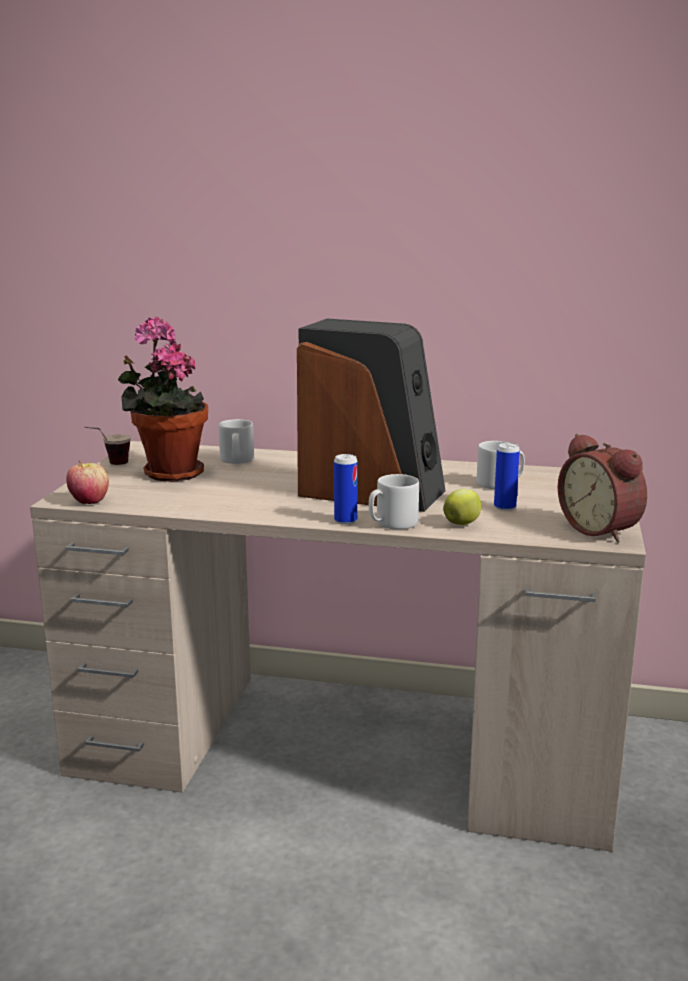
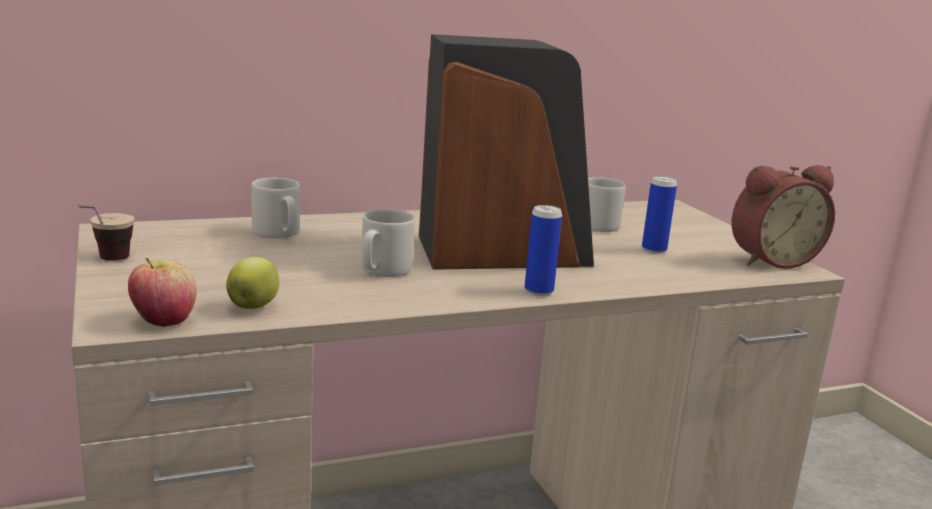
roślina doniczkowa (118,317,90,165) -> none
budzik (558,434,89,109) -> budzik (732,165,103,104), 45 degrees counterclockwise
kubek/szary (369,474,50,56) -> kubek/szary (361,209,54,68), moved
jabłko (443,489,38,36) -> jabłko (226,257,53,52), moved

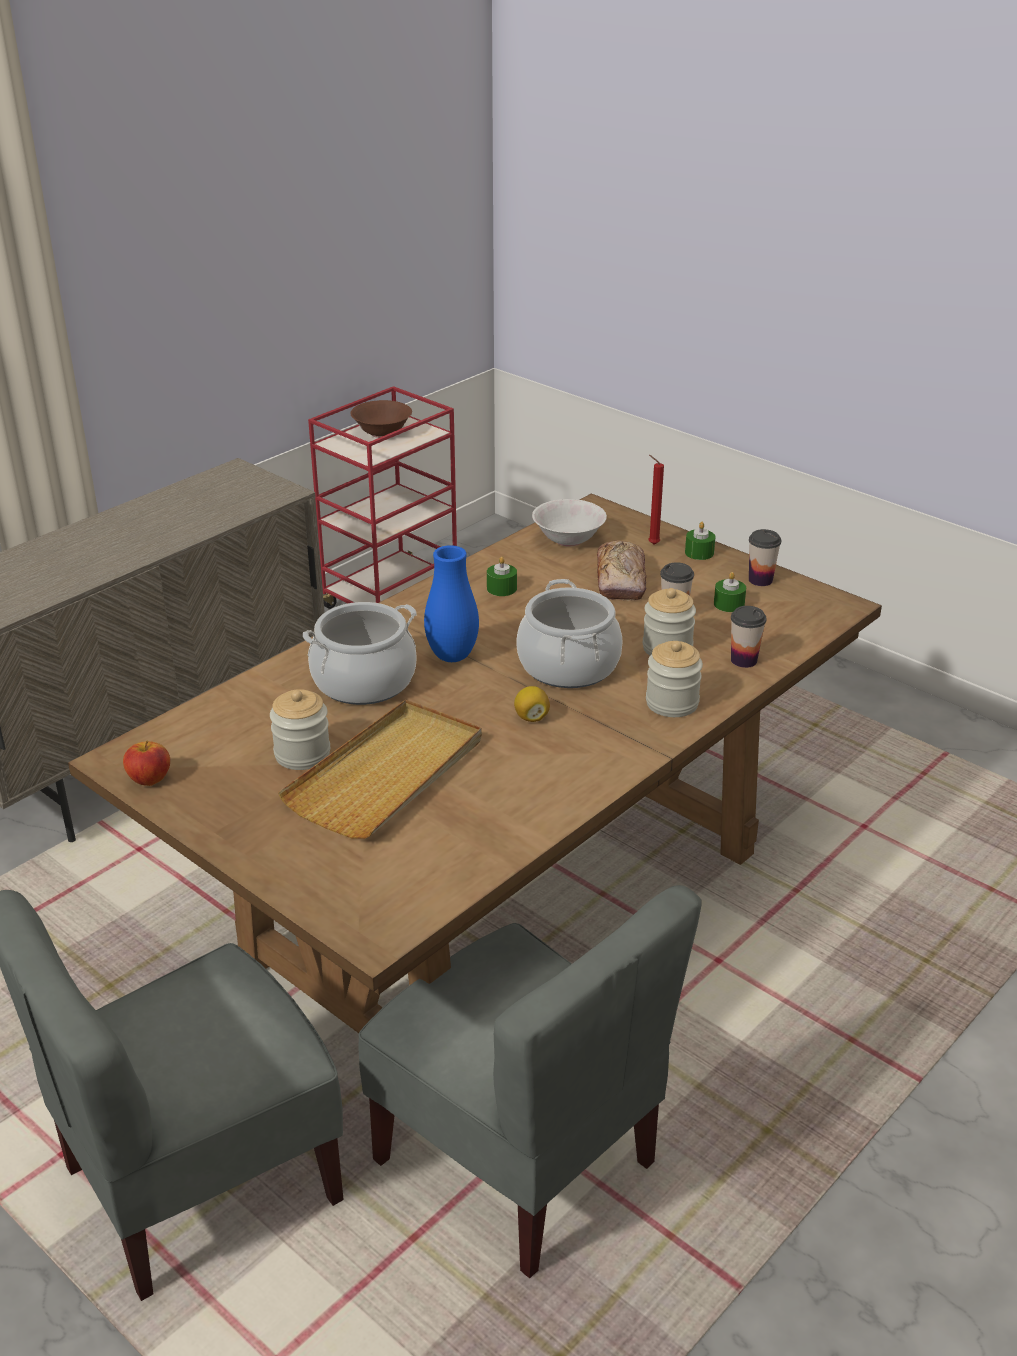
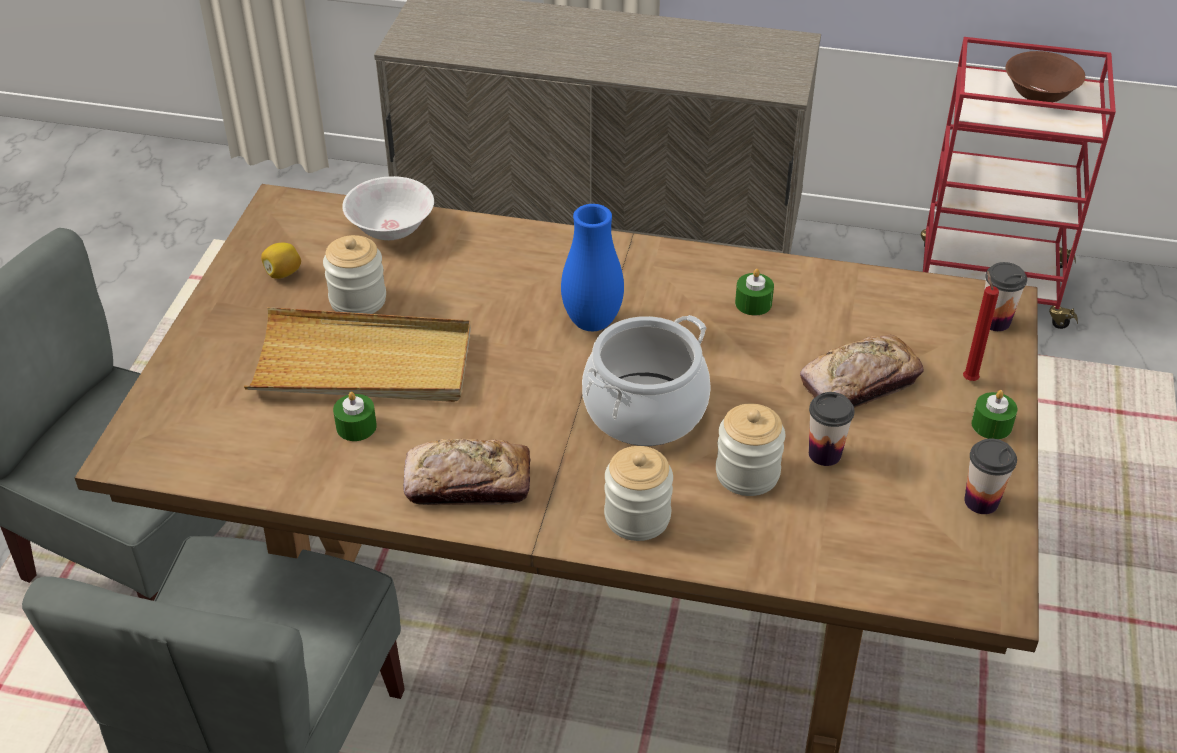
miska/biały (532,499,75,48) -> miska/biały (342,176,92,64), moved
świeca/zielony (714,572,32,40) -> świeca/zielony (333,392,44,49), moved
garnek (303,602,114,103) -> none
filiżanka (731,606,35,62) -> filiżanka (985,262,42,69), moved
cytryna (514,686,36,36) -> cytryna (261,243,40,36), moved
jabłko (123,741,47,45) -> none
none -> chleb (403,439,127,66)

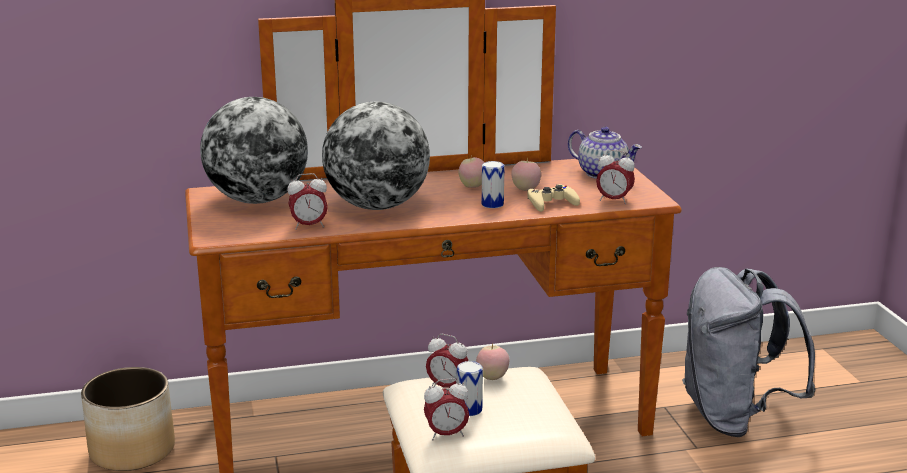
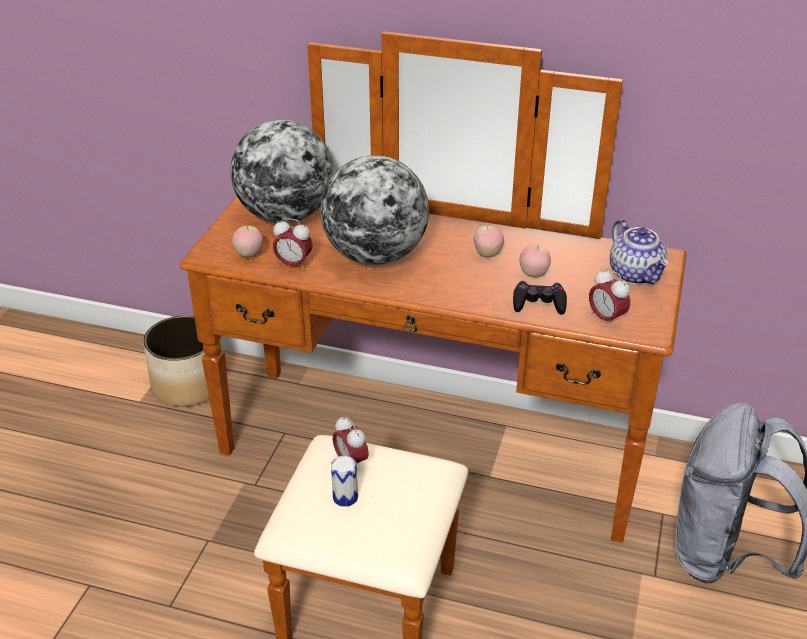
puszka (482,161,22,47) -> none
pad do gier/beżowy (528,184,52,28) -> pad do gier/czarny (513,281,54,34)
jabłko (476,344,33,36) -> jabłko (232,225,31,32), moved
budzik (424,378,45,62) -> none

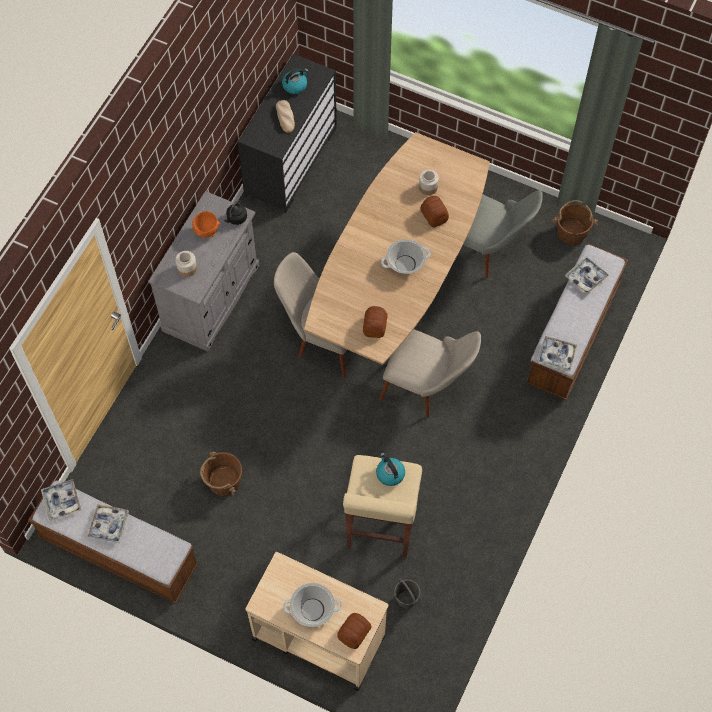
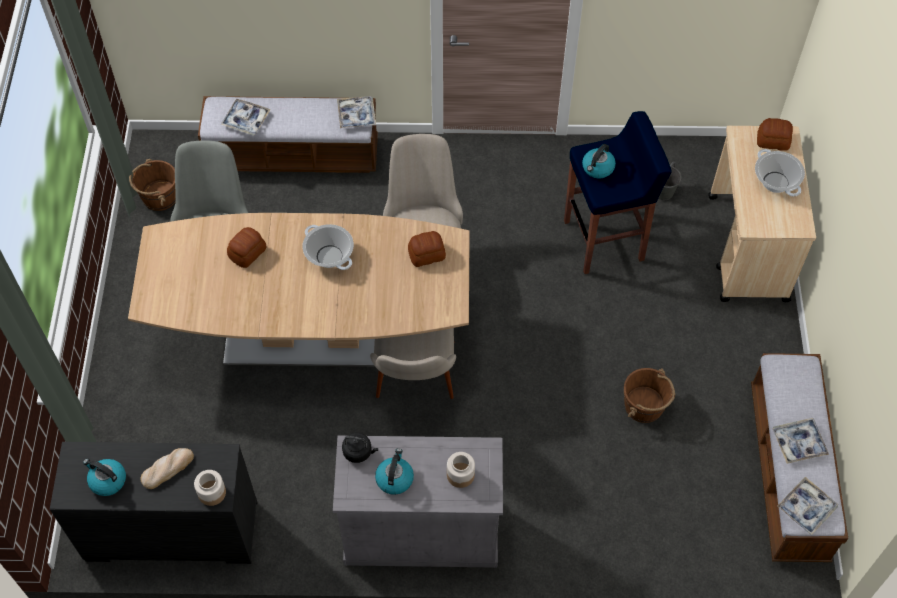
słoik (419,170,20,25) -> słoik (194,470,32,36), moved
miska/pomarańczowy (192,211,28,27) -> czajnik (375,448,39,47)
stołek/beżowy (343,455,79,102) -> stołek/niebieski (564,111,108,163)

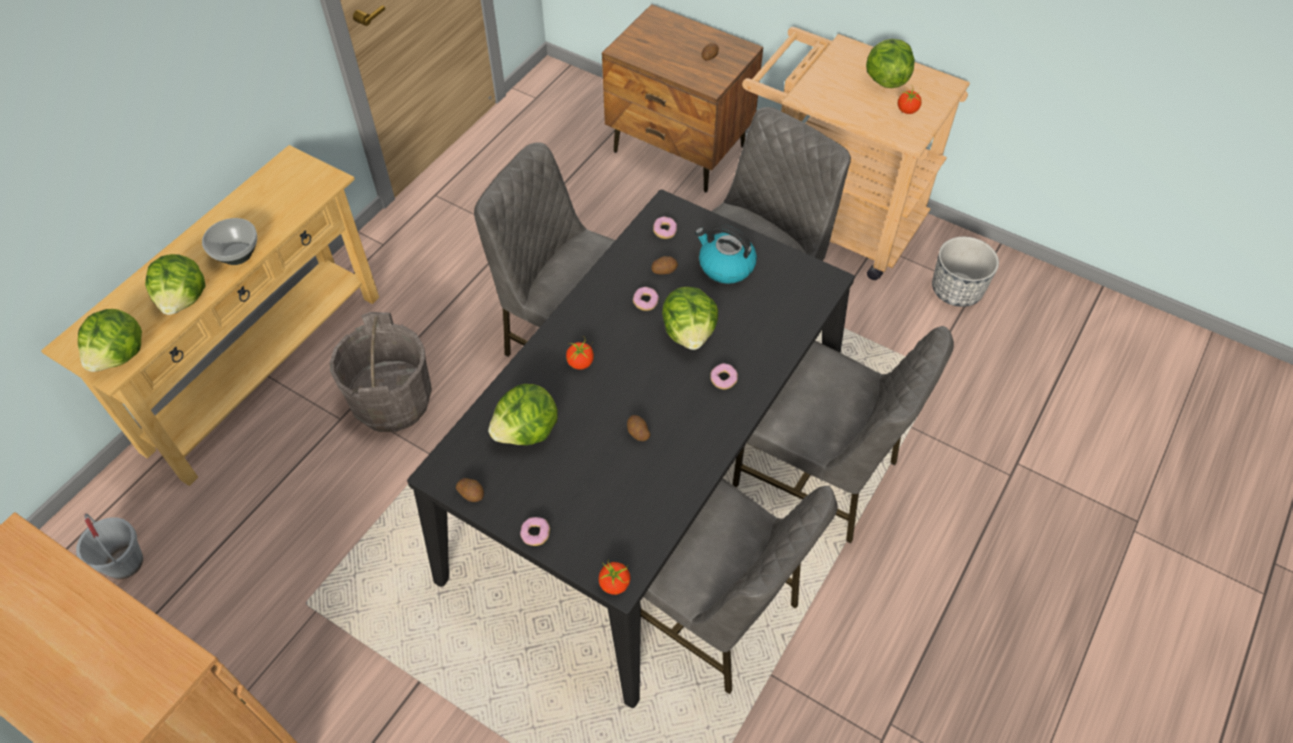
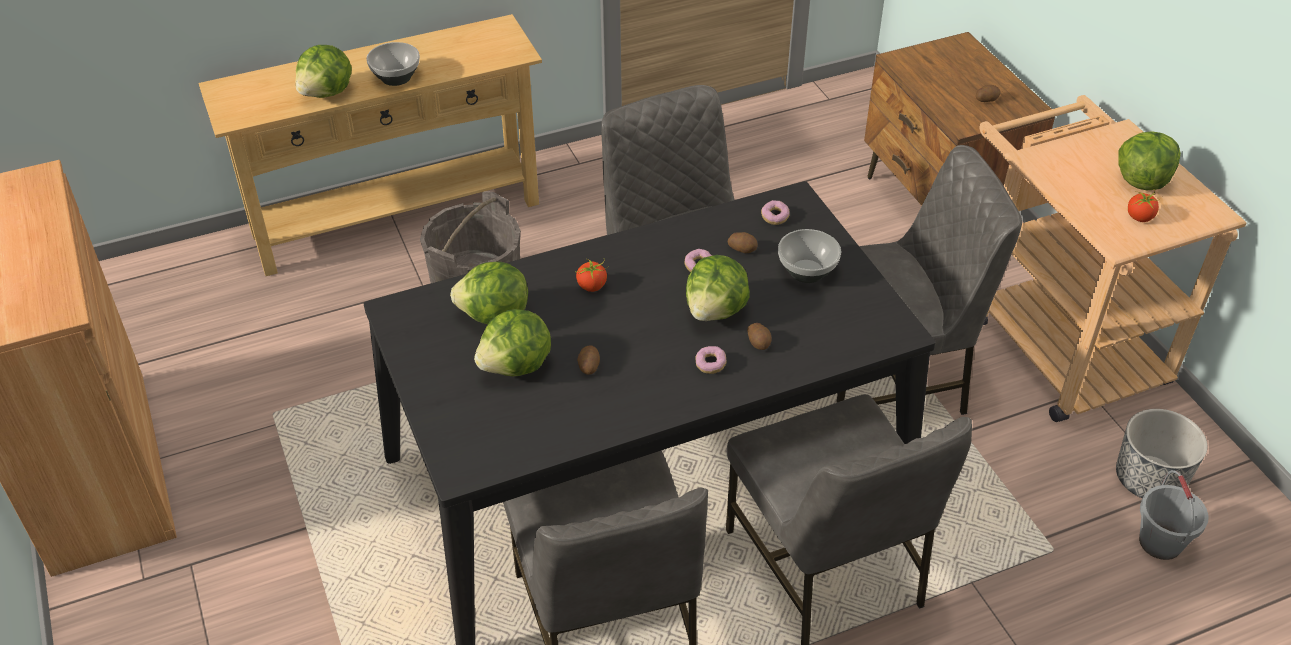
czajnik (695,224,62,60) -> miska (778,229,63,54)
sałata (78,309,64,63) -> sałata (474,309,77,67), moved
ziemniak (456,478,28,24) -> ziemniak (747,323,25,27), moved
wiadro/szary (76,513,67,66) -> wiadro/szary (1139,470,70,90), moved
donut (520,517,30,29) -> none
pomidor (599,560,31,35) -> none

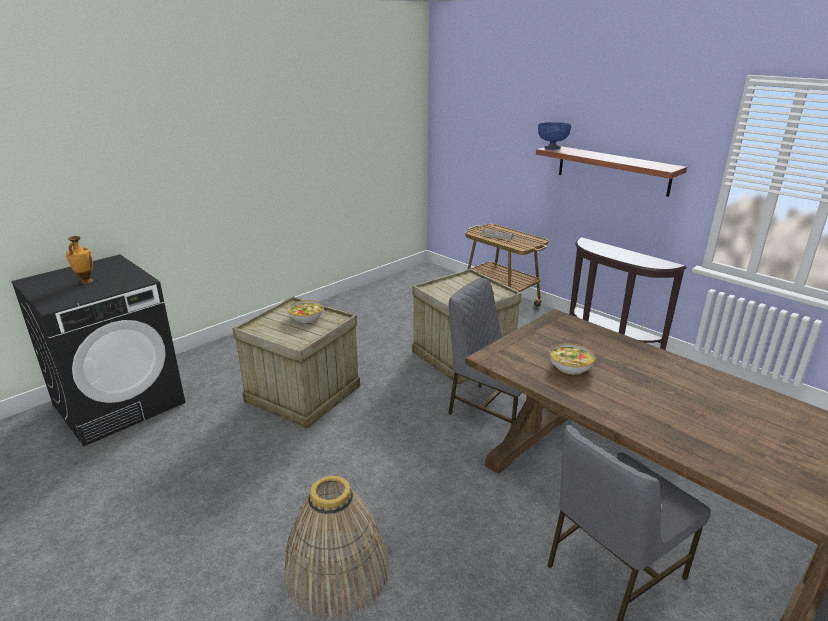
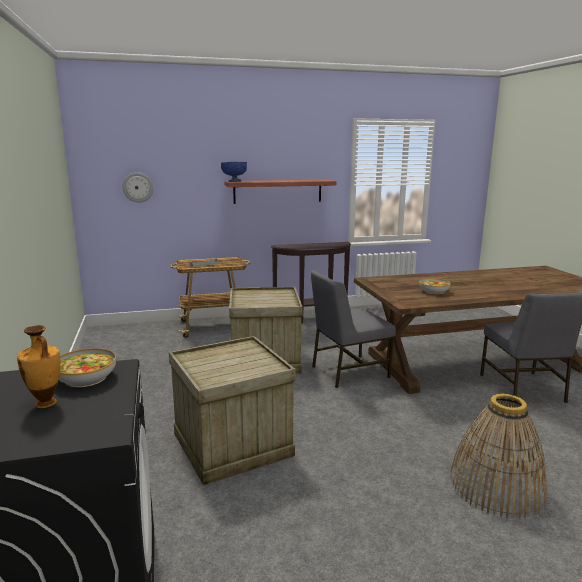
miska (288,300,36,23) -> miska (59,348,57,39), moved
none -> zegar ścienny (122,172,32,31)

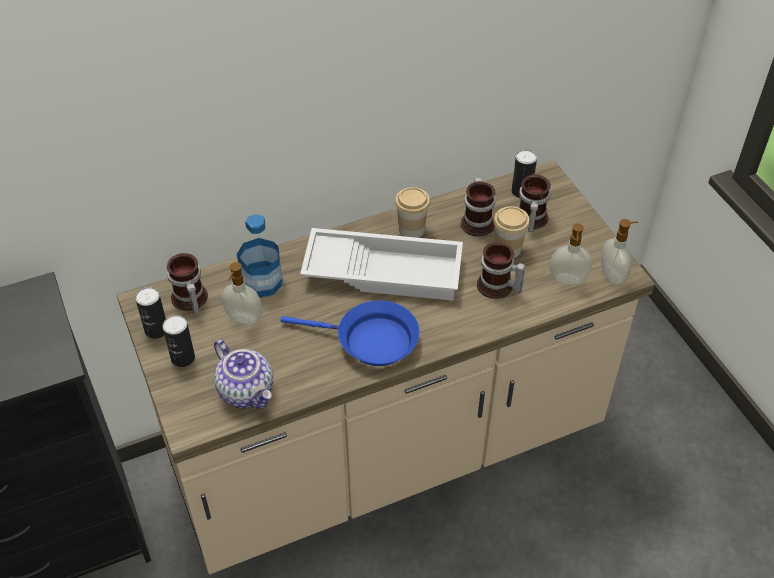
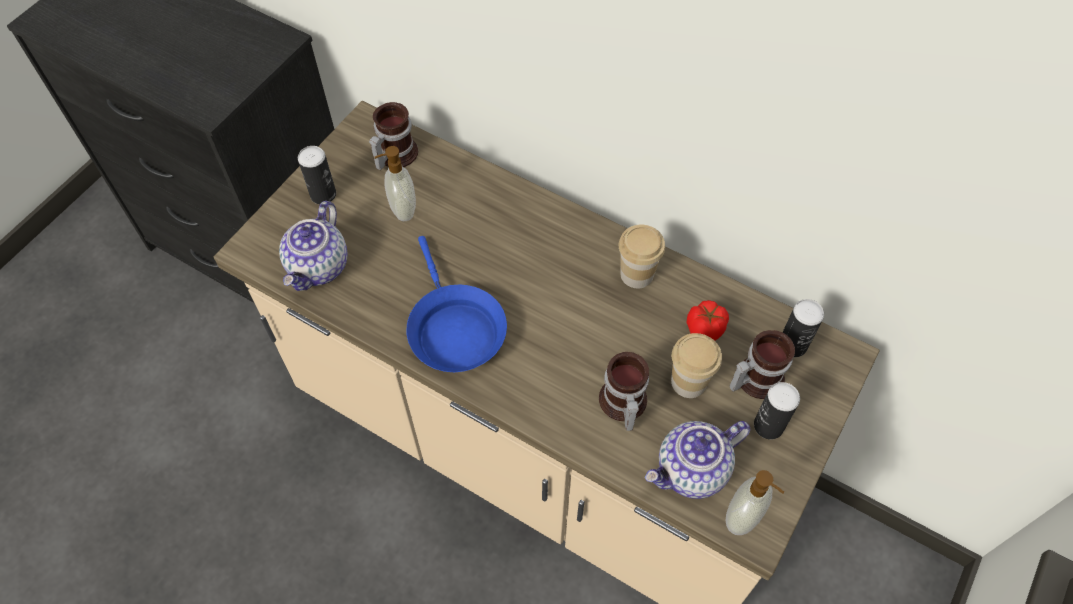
kubek (461,178,35,59) -> pomidor (687,300,42,41)
butelka (237,214,46,83) -> none
dozownik mydła (549,223,43,62) -> imbryk (645,421,105,78)
taca/biały (300,228,163,73) -> none
puszka (135,287,31,52) -> puszka (754,382,46,57), moved

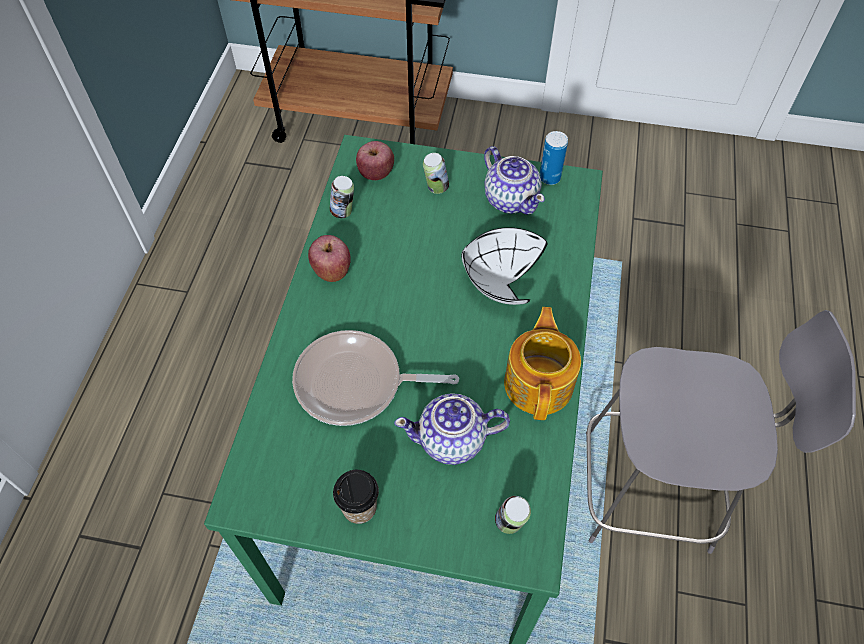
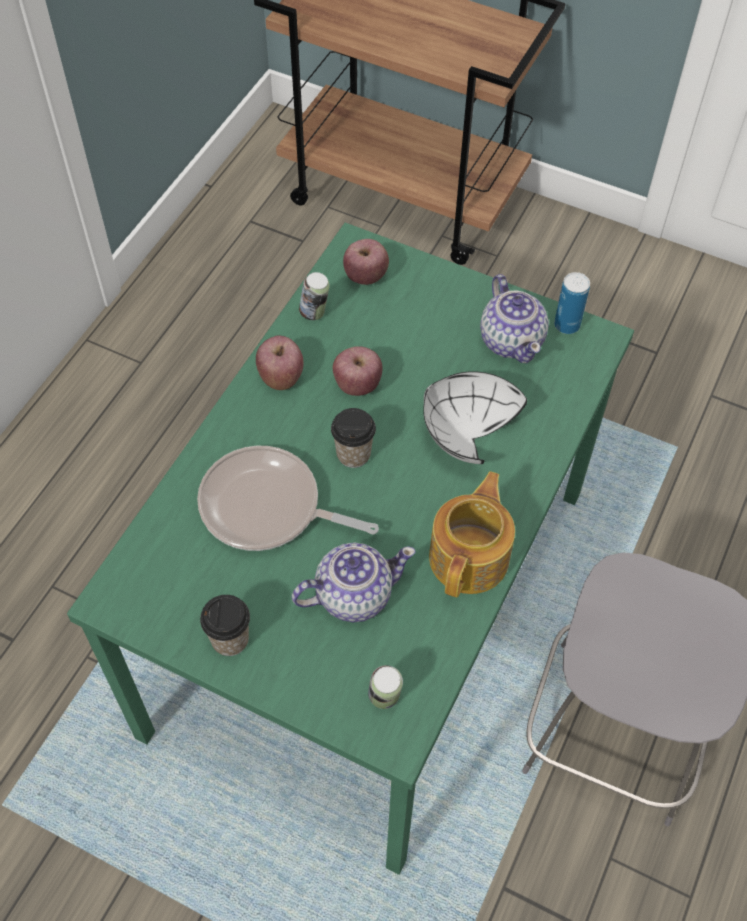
puszka (423,153,26,41) -> none
imbryk (394,393,116,72) -> imbryk (292,542,124,80), 150 degrees clockwise
none -> jabłko (333,346,50,50)
none -> filiżanka (331,408,45,60)

